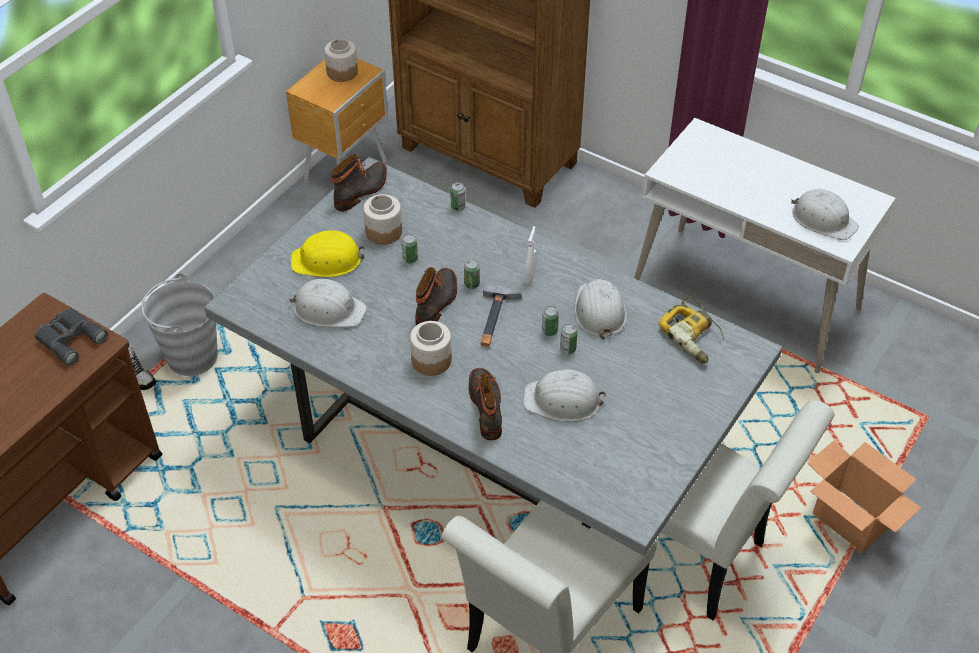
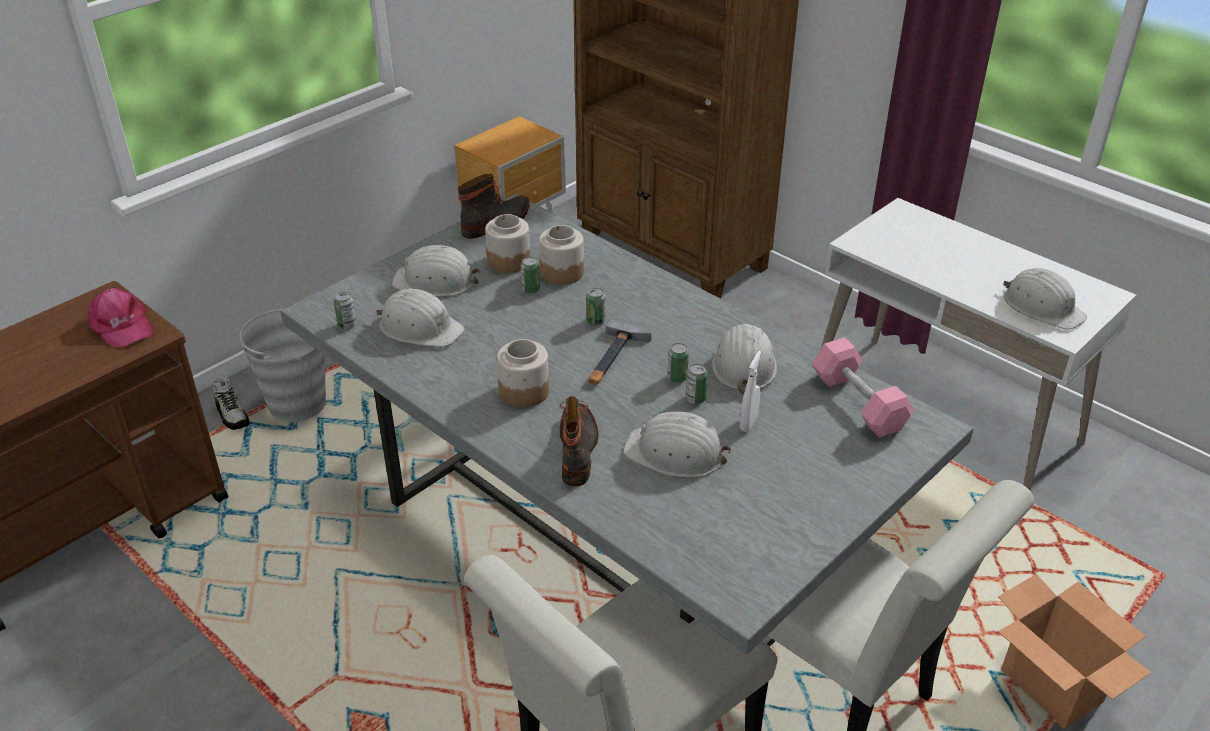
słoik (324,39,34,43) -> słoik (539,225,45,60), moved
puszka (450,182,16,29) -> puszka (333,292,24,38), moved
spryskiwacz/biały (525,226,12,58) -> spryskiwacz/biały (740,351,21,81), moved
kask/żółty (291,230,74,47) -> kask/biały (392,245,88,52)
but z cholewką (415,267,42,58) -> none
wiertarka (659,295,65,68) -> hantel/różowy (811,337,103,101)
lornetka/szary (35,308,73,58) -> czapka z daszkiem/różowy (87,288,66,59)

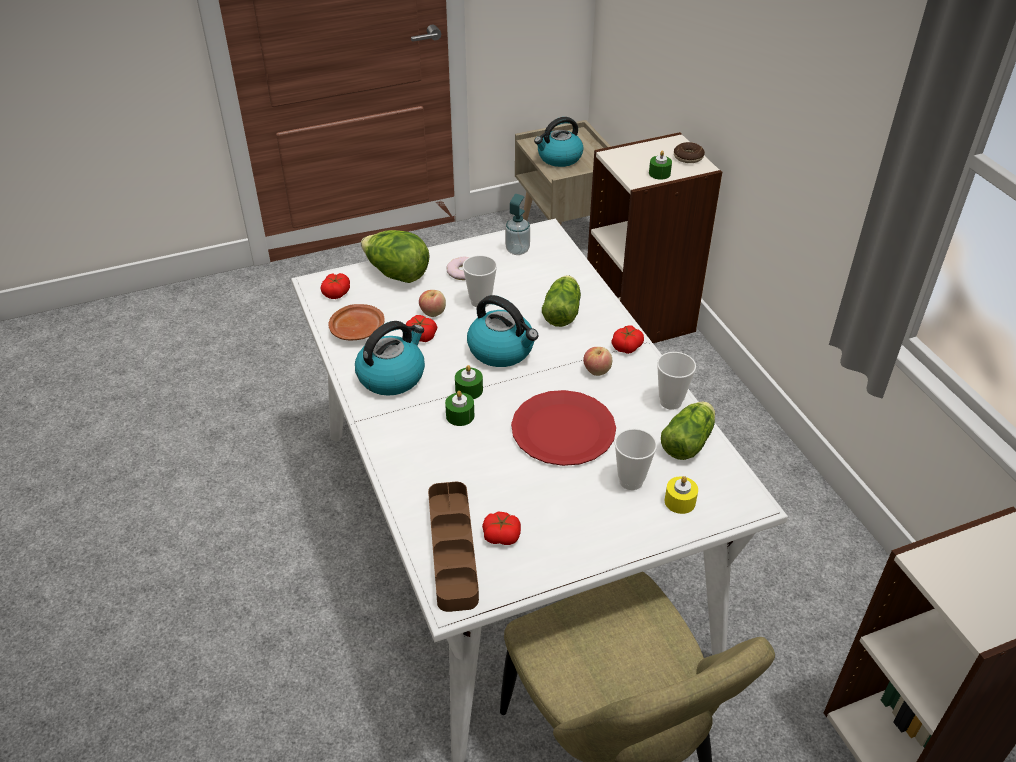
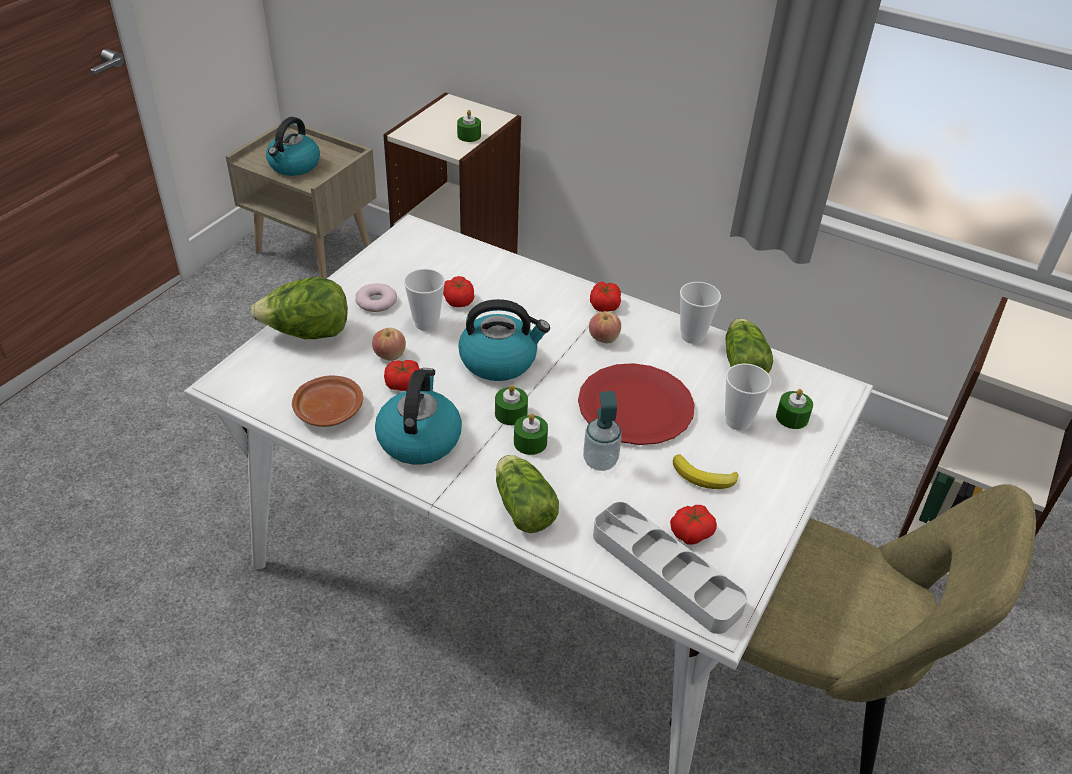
donut (674,142,31,21) -> none
dozownik mydła (505,194,25,61) -> dozownik mydła (583,391,39,80), moved
pomidor (321,273,29,26) -> pomidor (443,276,31,31), moved
sałata (542,276,39,51) -> sałata (496,455,63,78), moved
świeca/żółty (665,476,33,38) -> świeca/zielony (776,389,37,40)
taca/brązowy (428,482,51,130) -> taca/szary (593,502,154,132)
none -> banan (673,454,65,35)

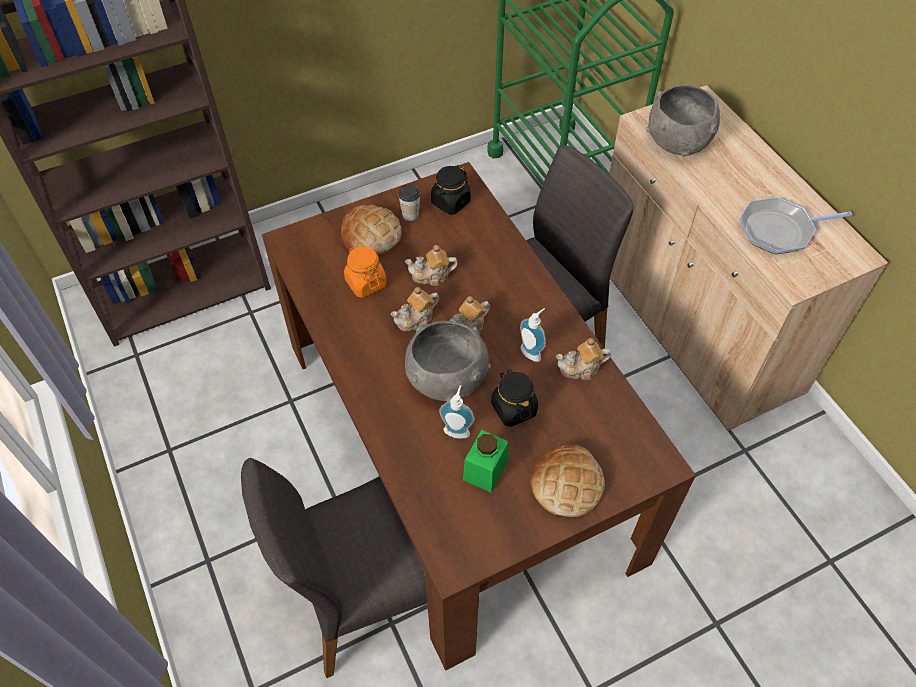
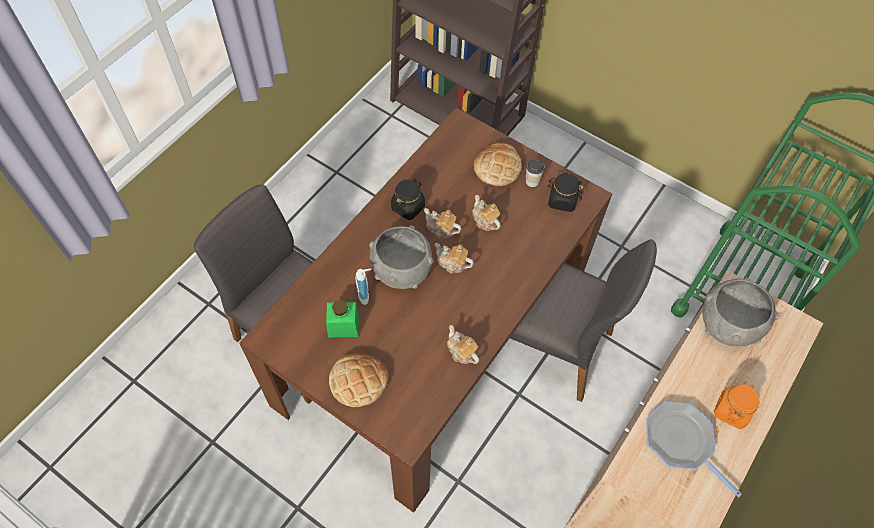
słoik/pomarańczowy (344,245,43,53) -> słoik/pomarańczowy (714,381,45,48), moved
dozownik mydła (520,308,26,54) -> none
słoik/czarny (491,369,47,58) -> słoik/czarny (391,179,34,41), moved

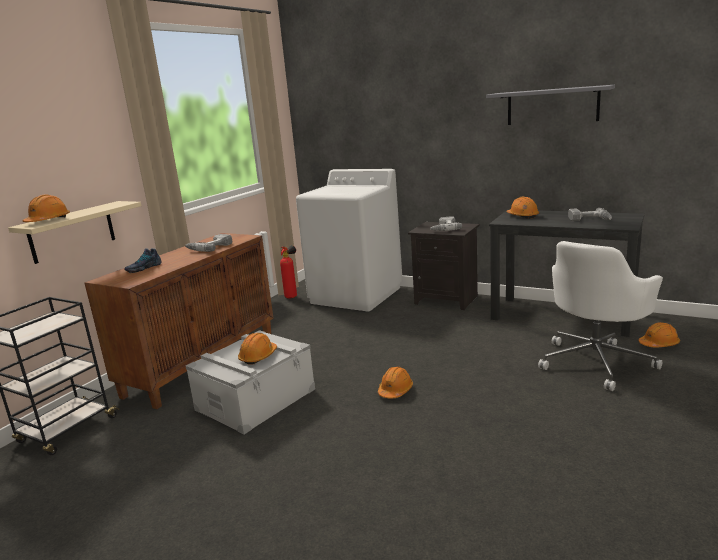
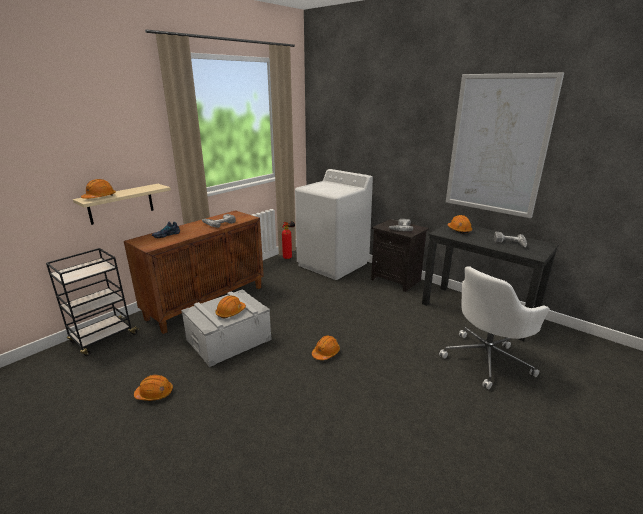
półka/szary (486,85,129,40) -> obraz (446,73,118,145)
kask/pomarańczowy (638,322,42,26) -> kask/pomarańczowy (134,375,39,26), moved

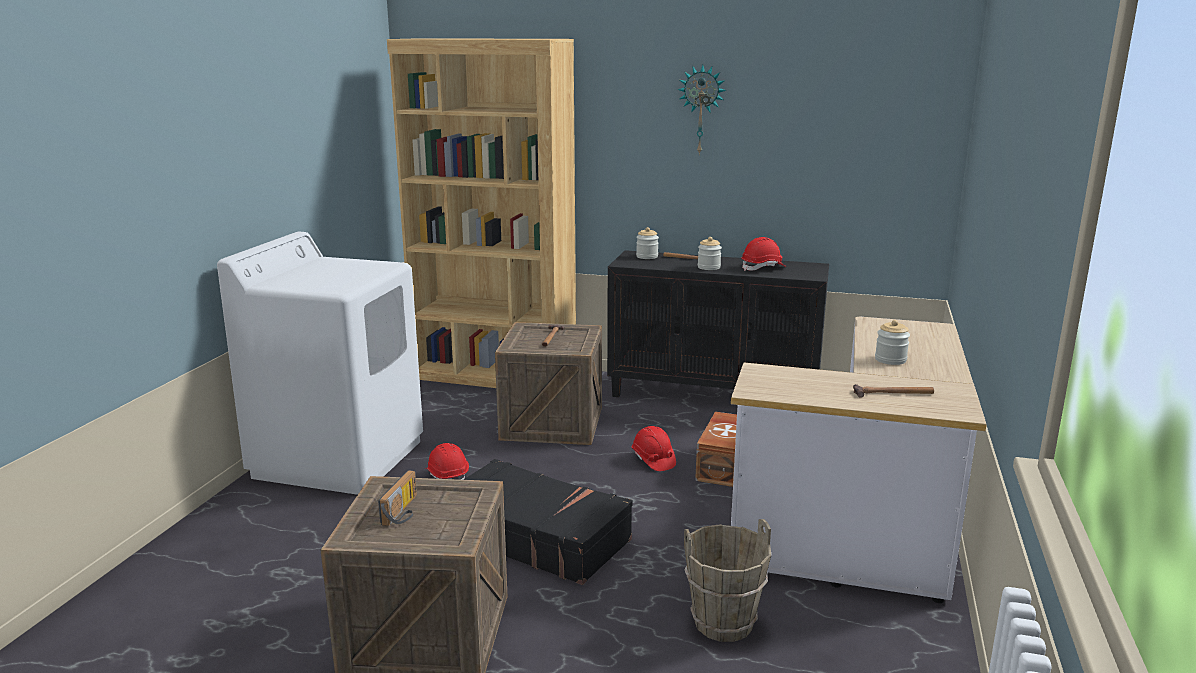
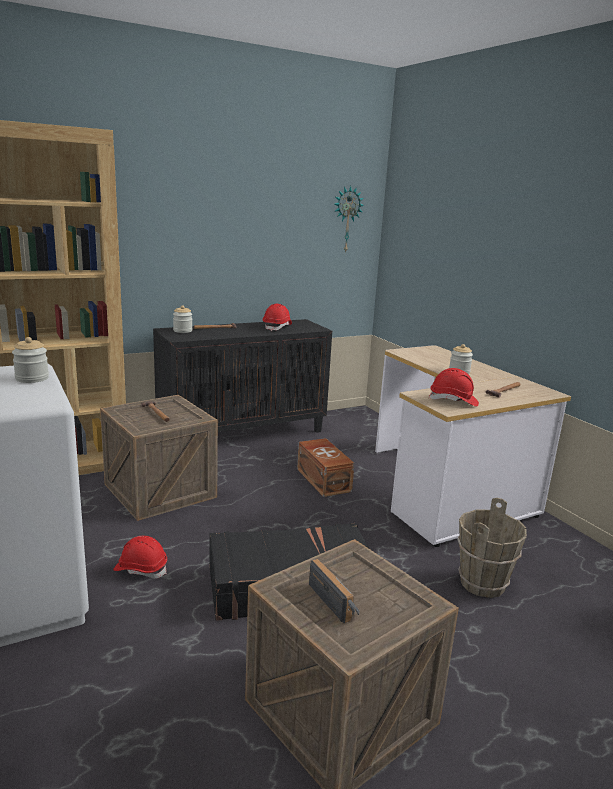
zegar ścienny (677,65,49,90) -> zegar ścienny (334,186,30,66), moved
słoik (698,237,24,33) -> słoik (12,337,37,46), moved
kask/czerwony (632,426,44,45) -> kask/czerwony (428,368,51,39), moved

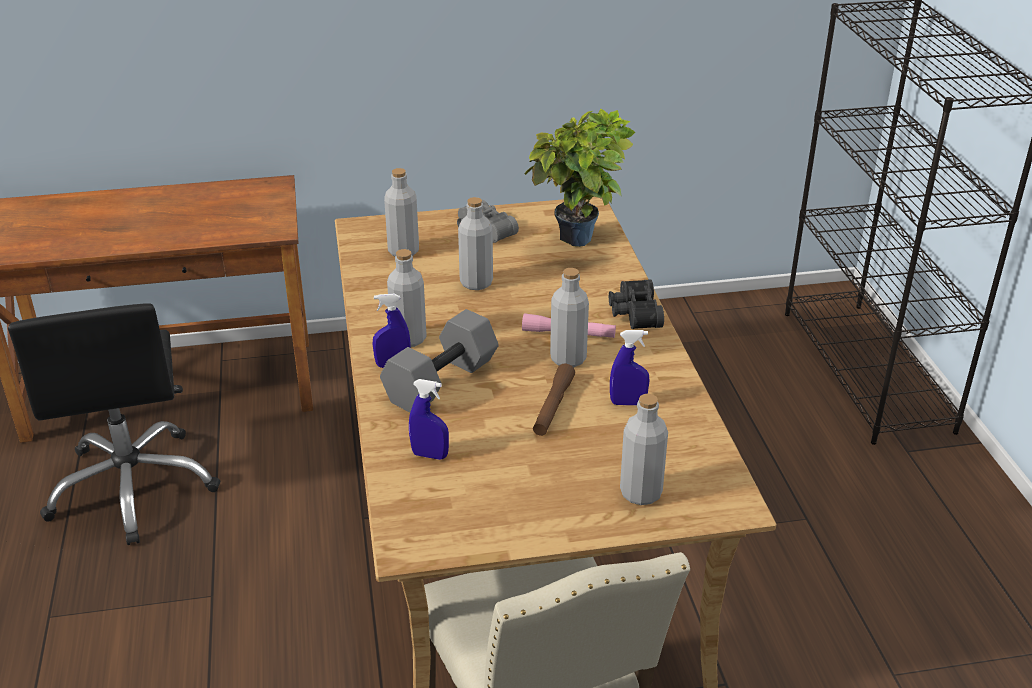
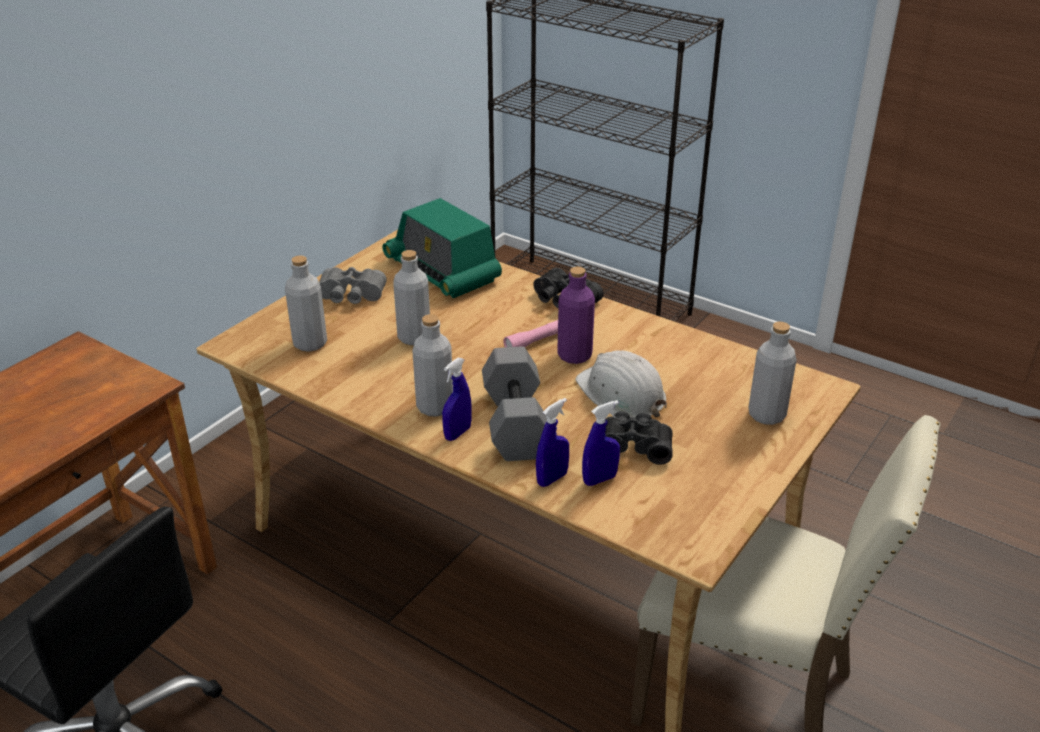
roślina doniczkowa (524,109,111,138) -> radio (382,198,120,100)
butelka/szary (550,268,39,99) -> butelka/fioletowy (557,267,38,97)
spryskiwacz/niebieski (610,330,40,75) -> spryskiwacz/niebieski (536,398,33,89), moved
latarka/brązowy (533,364,42,72) -> kask/biały (575,351,92,67)
none -> lornetka/czarny (592,411,81,54)

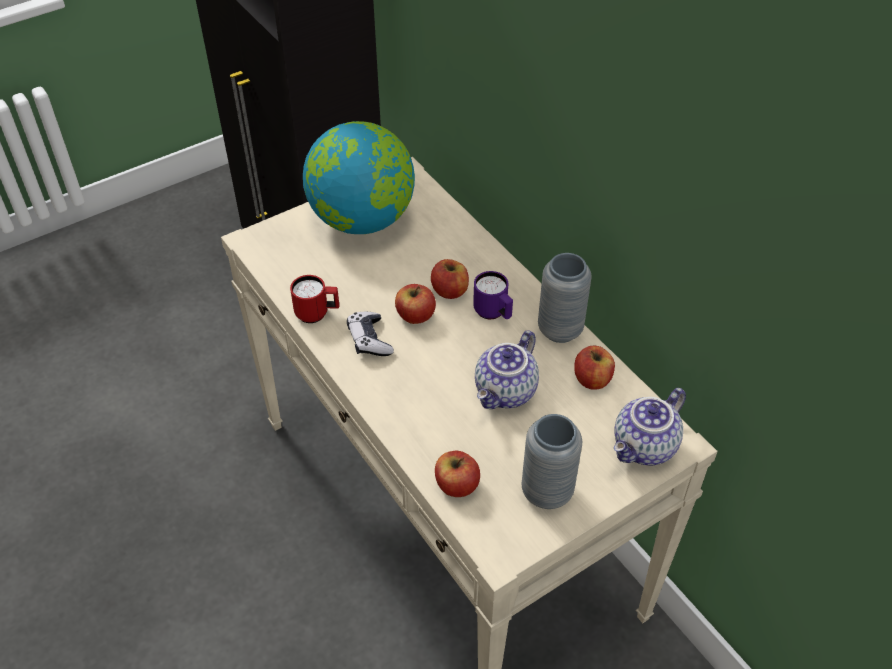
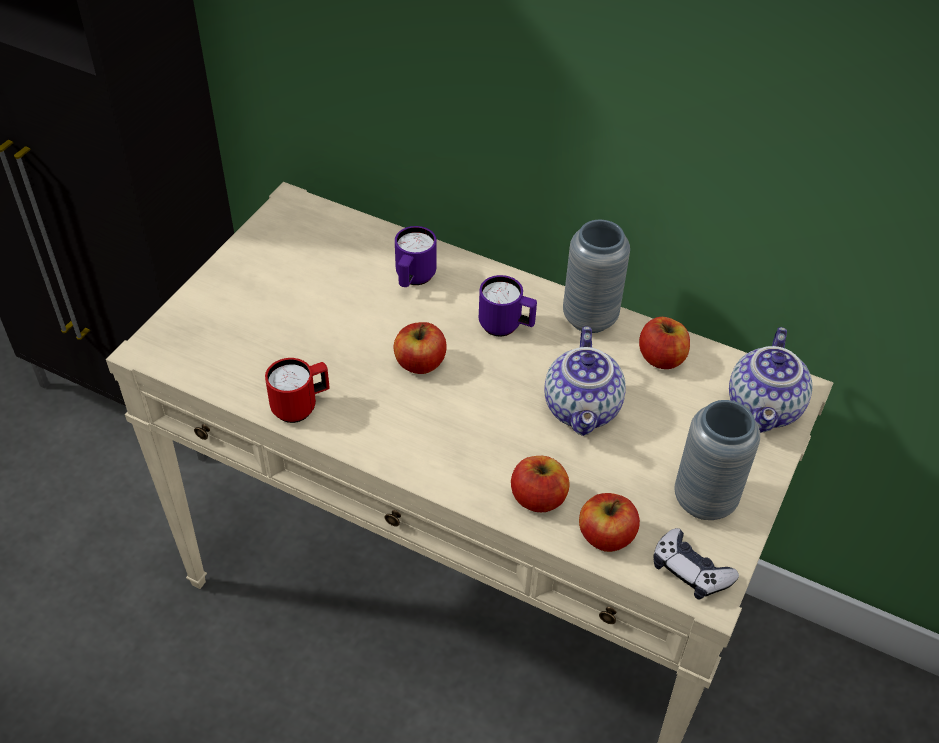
globus (303,121,112,113) -> none
jabłko (431,259,38,40) -> jabłko (511,456,59,56), moved
pad do gier (347,311,47,45) -> pad do gier (653,528,86,72), moved
none -> kubek/fioletowy (395,226,42,61)

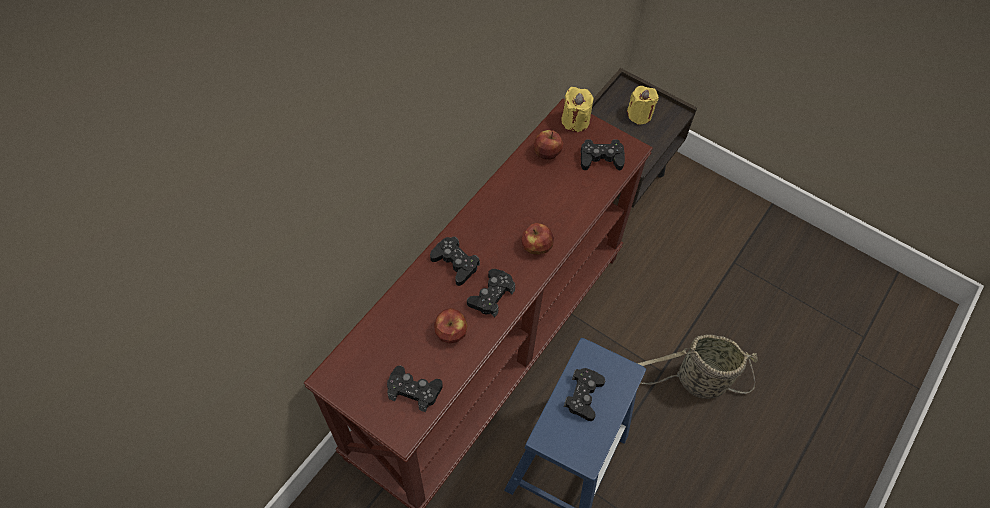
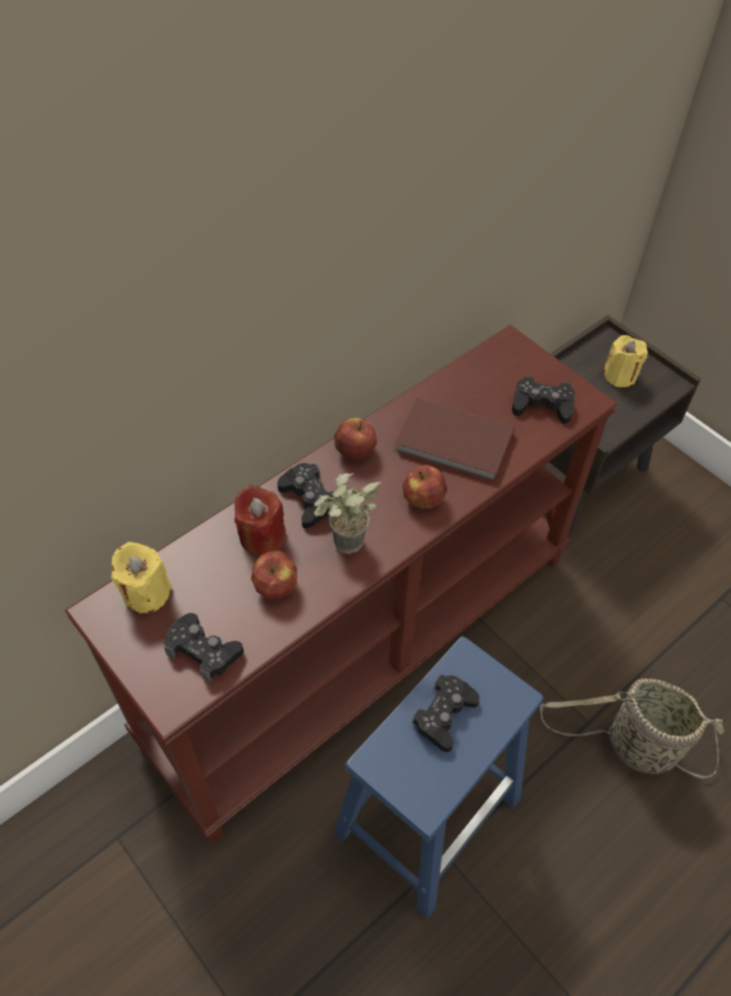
świeca/żółty (561,87,33,45) -> świeca/żółty (111,542,61,72), moved
jabłko (534,130,29,30) -> jabłko (334,418,43,42), moved
pad do gier/czarny (467,269,48,48) -> roślina doniczkowa (314,473,68,81)
none -> książka/brązowy (395,398,120,84)
none -> świeca/czerwony (234,485,51,70)

